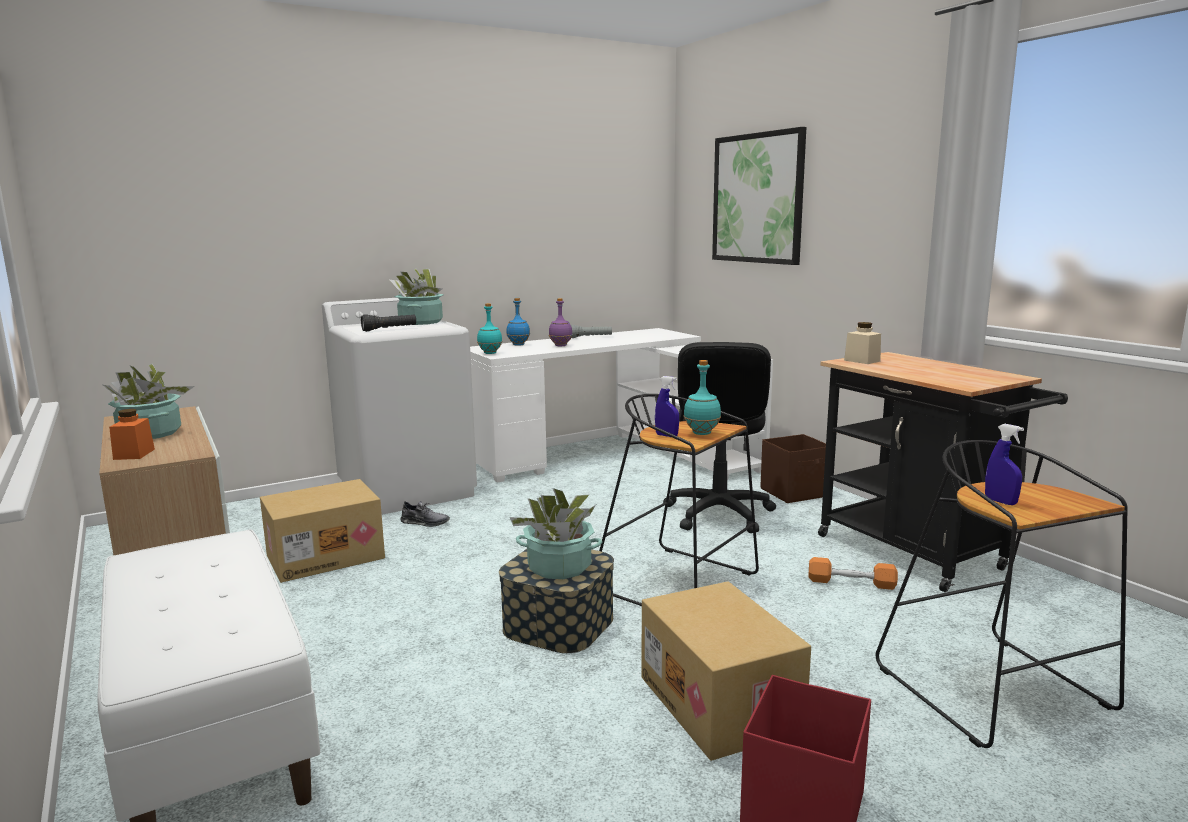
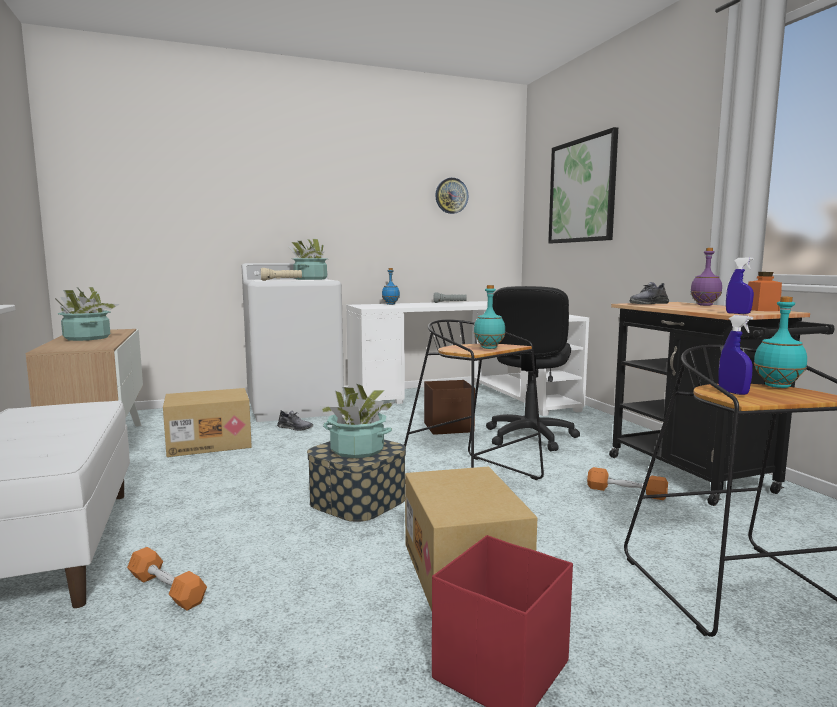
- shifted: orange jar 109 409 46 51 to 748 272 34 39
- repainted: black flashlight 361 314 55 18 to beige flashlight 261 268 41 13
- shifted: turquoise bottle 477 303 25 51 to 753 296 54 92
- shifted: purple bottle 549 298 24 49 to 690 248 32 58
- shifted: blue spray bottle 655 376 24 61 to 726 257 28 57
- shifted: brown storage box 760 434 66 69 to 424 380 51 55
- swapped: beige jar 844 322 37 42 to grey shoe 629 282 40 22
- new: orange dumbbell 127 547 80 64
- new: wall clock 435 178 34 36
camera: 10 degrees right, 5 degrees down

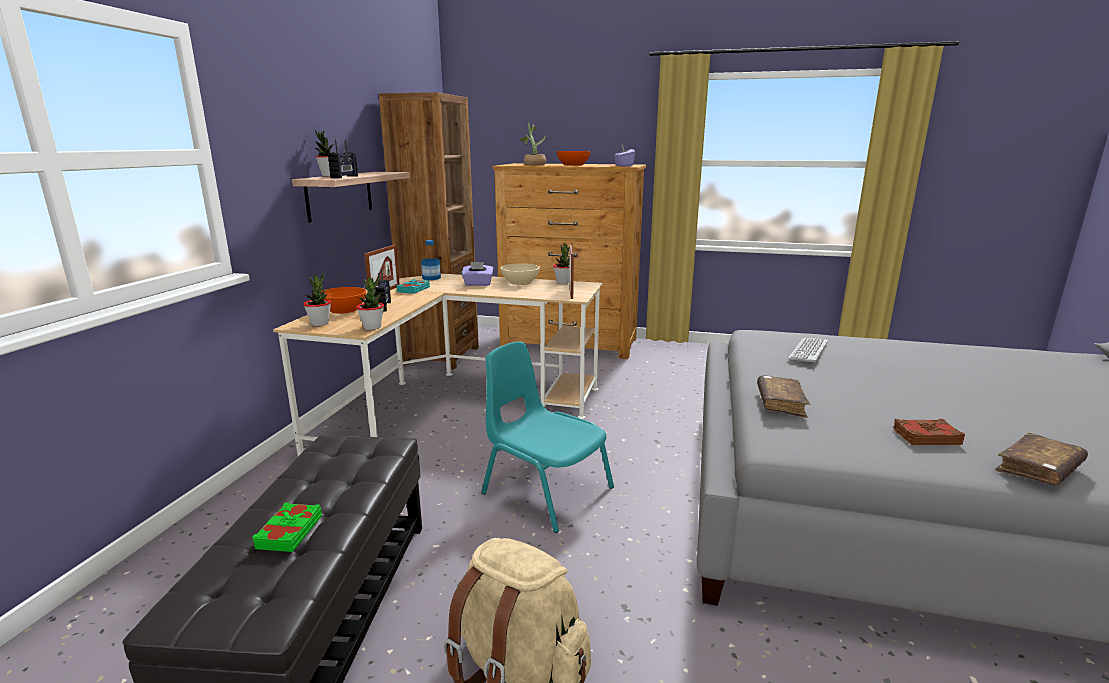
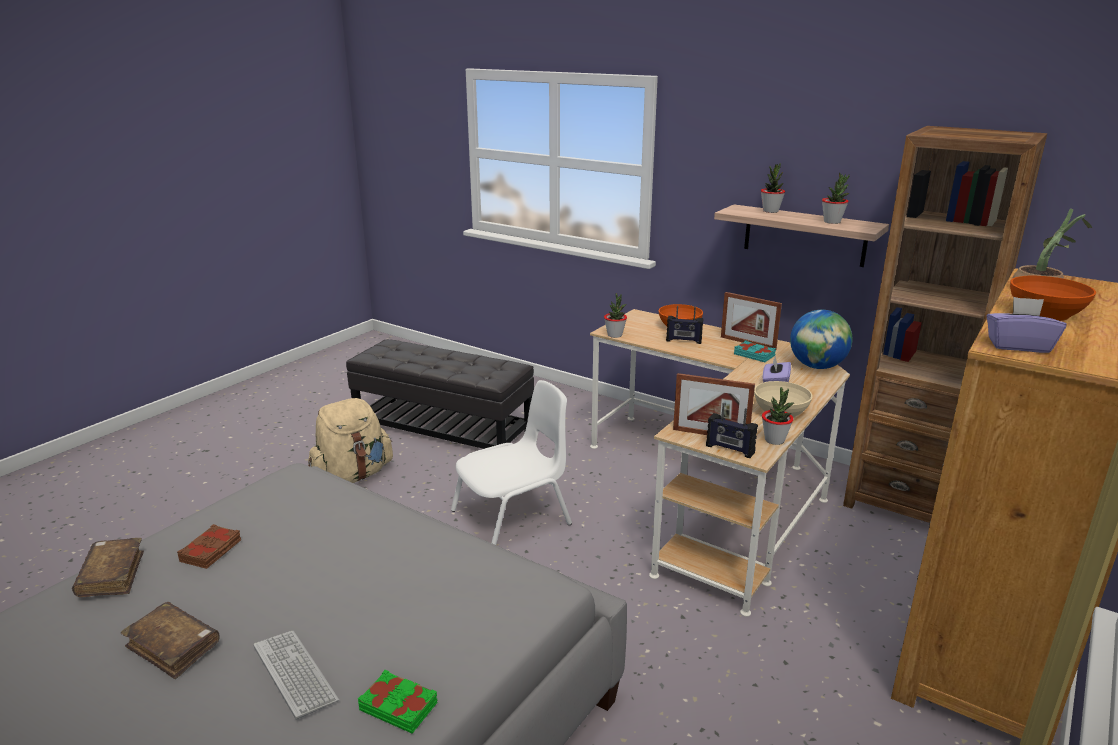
- shifted: green book 252 502 70 50 to 358 670 80 63
- shifted: potted plant 303 273 28 53 to 822 173 28 51
- shifted: radio 328 139 30 39 to 706 403 52 55
- swapped: bottle 421 240 20 40 to globe 790 310 63 59
- repainted: turquoise chair 481 341 133 192 to white chair 451 380 121 165
- shifted: brown book 757 375 53 43 to 121 602 99 77
- shifted: keyboard 788 338 40 25 to 253 631 86 89
camera: 110 degrees right, 5 degrees up

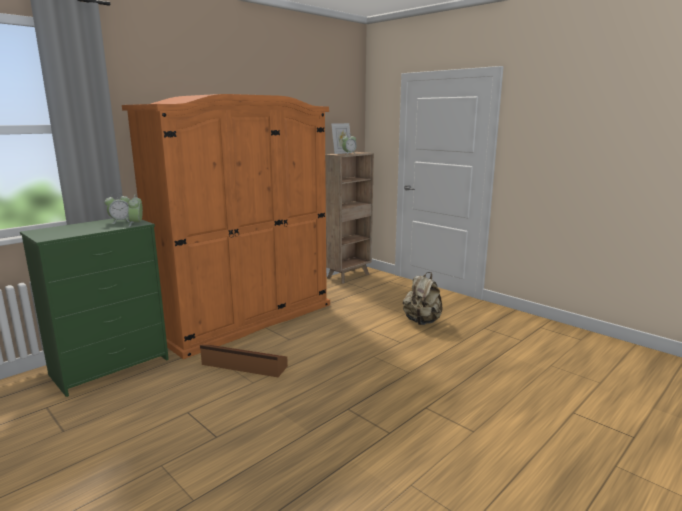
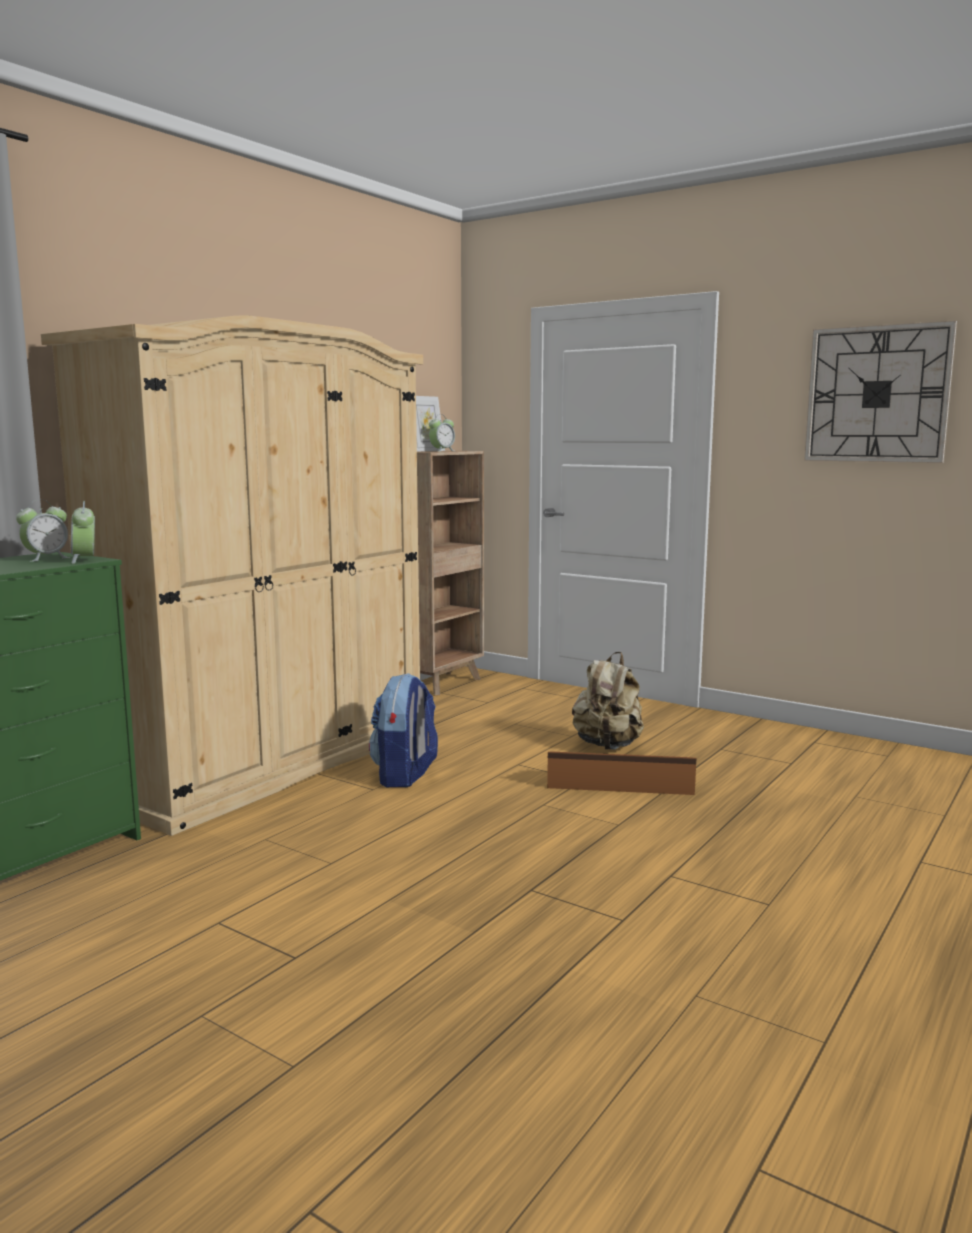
- repainted: orange wardrobe 122 94 208 265 to beige wardrobe 41 315 382 521
- shifted: brown storage box 200 345 88 32 to 547 751 149 44
- new: backpack 369 673 69 114
- new: wall clock 804 321 153 142
camera: 10 degrees left, 5 degrees down

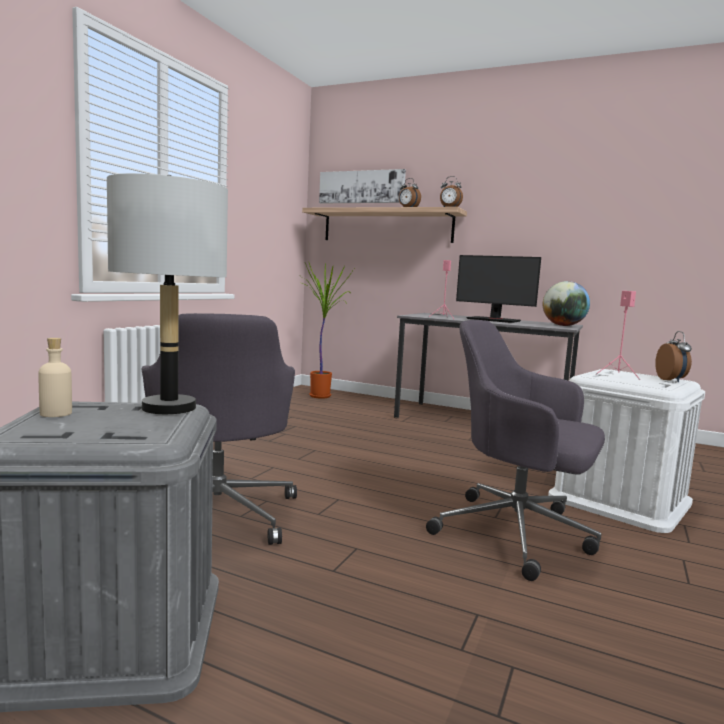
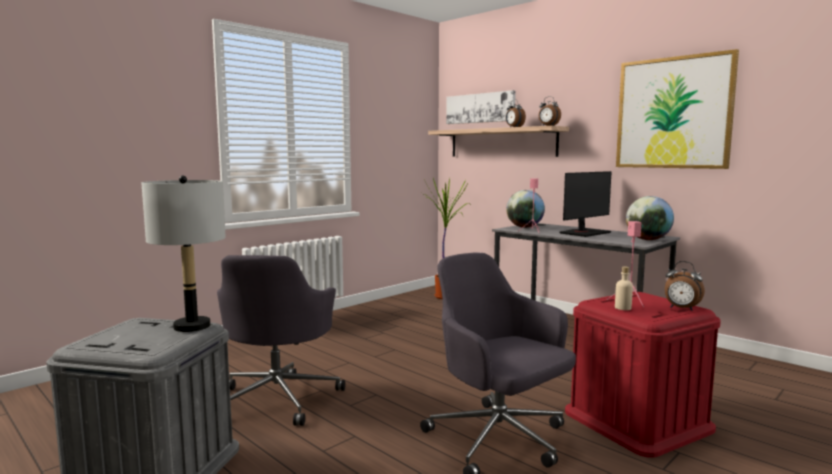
- shifted: beige bottle 38 338 34 79 to 615 266 18 44
- rotated: monitor 456 255 85 68 = 560 171 52 66 90 degrees counterclockwise
- repainted: white storage box 548 369 157 164 to red storage box 565 292 156 166
- rotated: alarm clock 655 331 37 51 = 665 261 40 50 105 degrees clockwise
- new: globe 506 190 39 38
- new: picture 616 49 123 120
camera: 20 degrees right, 0 degrees up

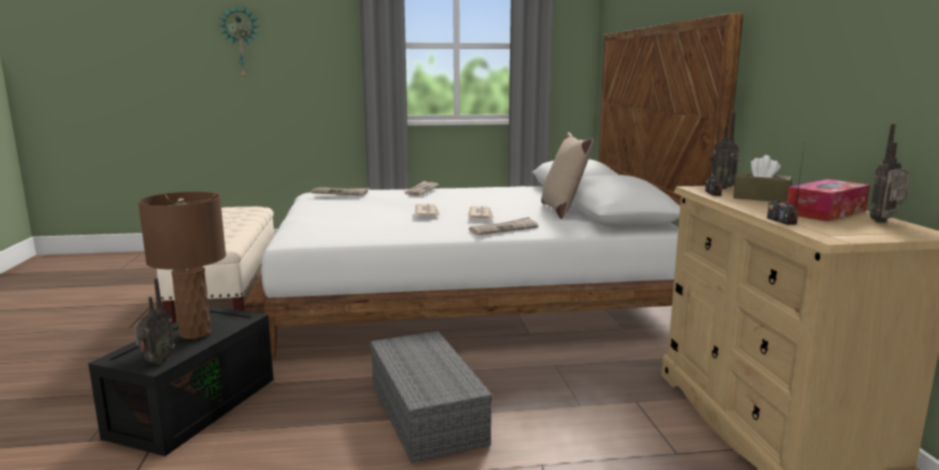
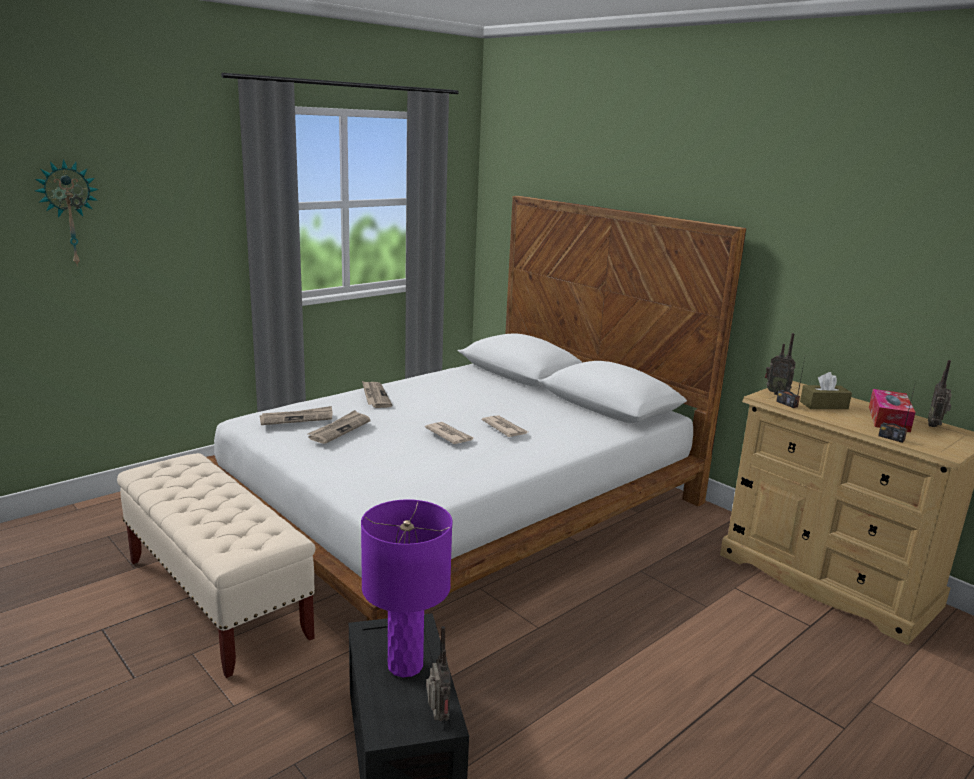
- repainted: brown table lamp 138 191 88 148 to purple table lamp 361 499 92 178
- gone: grey storage box 370 331 122 132
- shifted: newspaper 469 217 69 18 to 308 410 63 34
- gone: beige pillow 541 132 52 87
camera: 35 degrees left, 5 degrees up

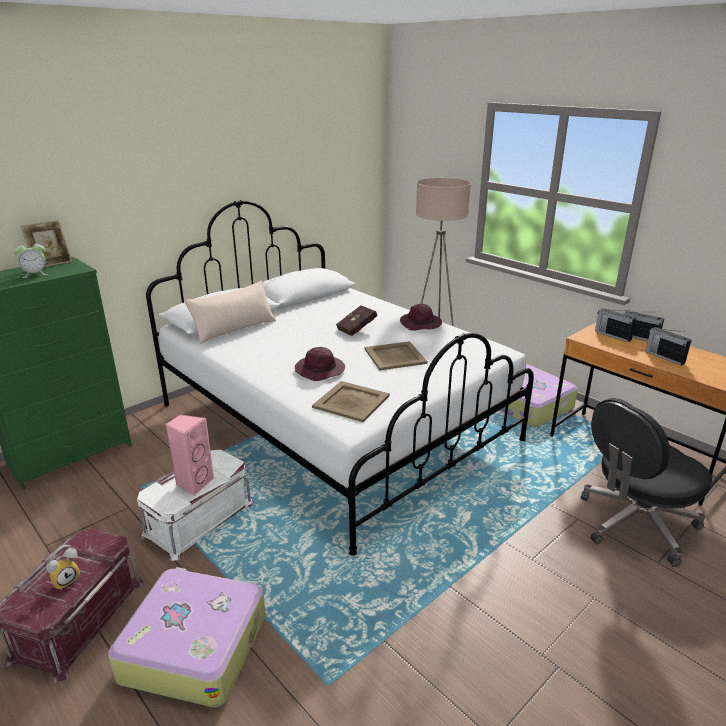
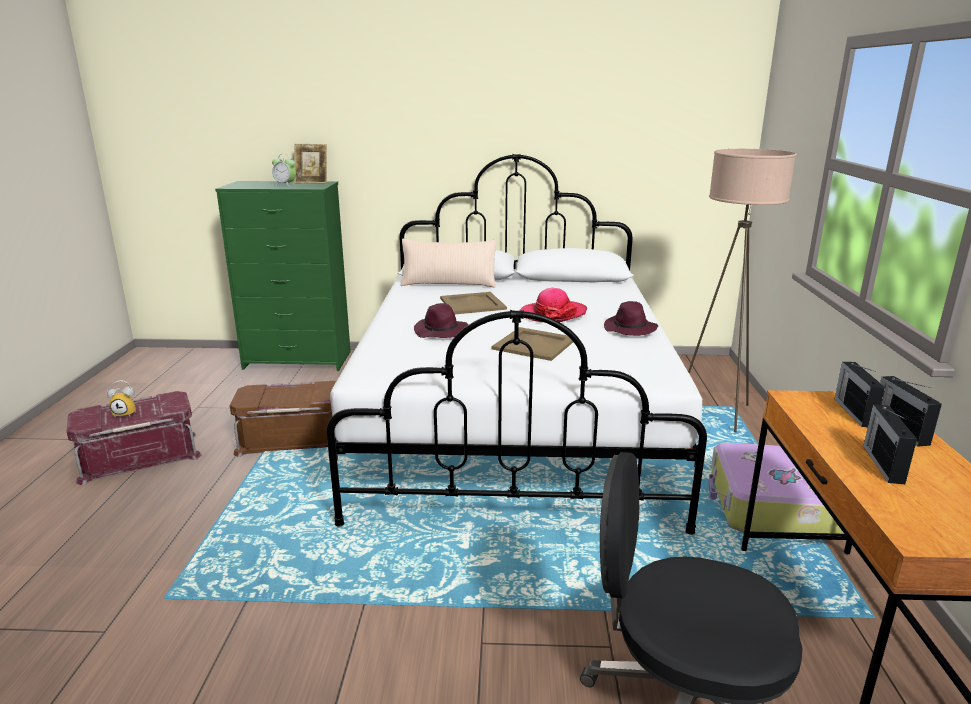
- gone: suitcase 108 567 158 140
- repainted: white storage box 137 450 116 111 to brown storage box 230 381 106 76
- gone: pink speaker 166 414 48 82
- shifted: beige tray 312 381 78 41 to 440 292 67 22
- swapped: red book 336 305 42 31 to hat 519 288 68 34
camera: 45 degrees right, 5 degrees down

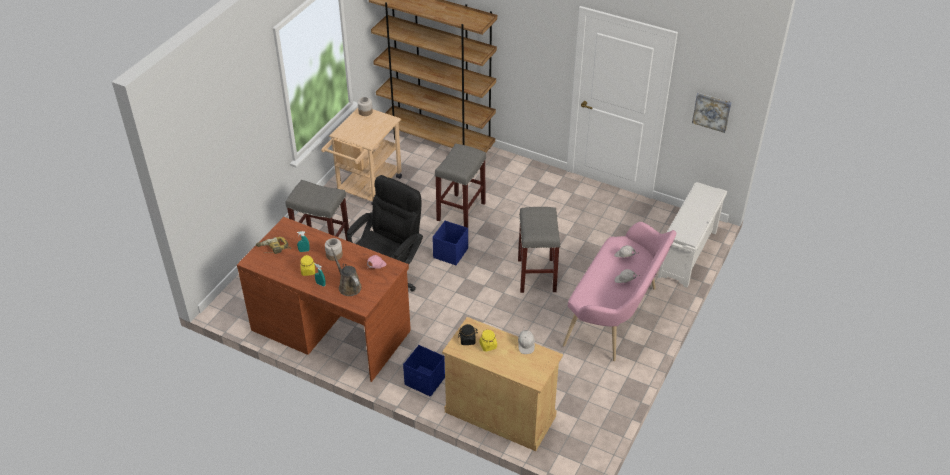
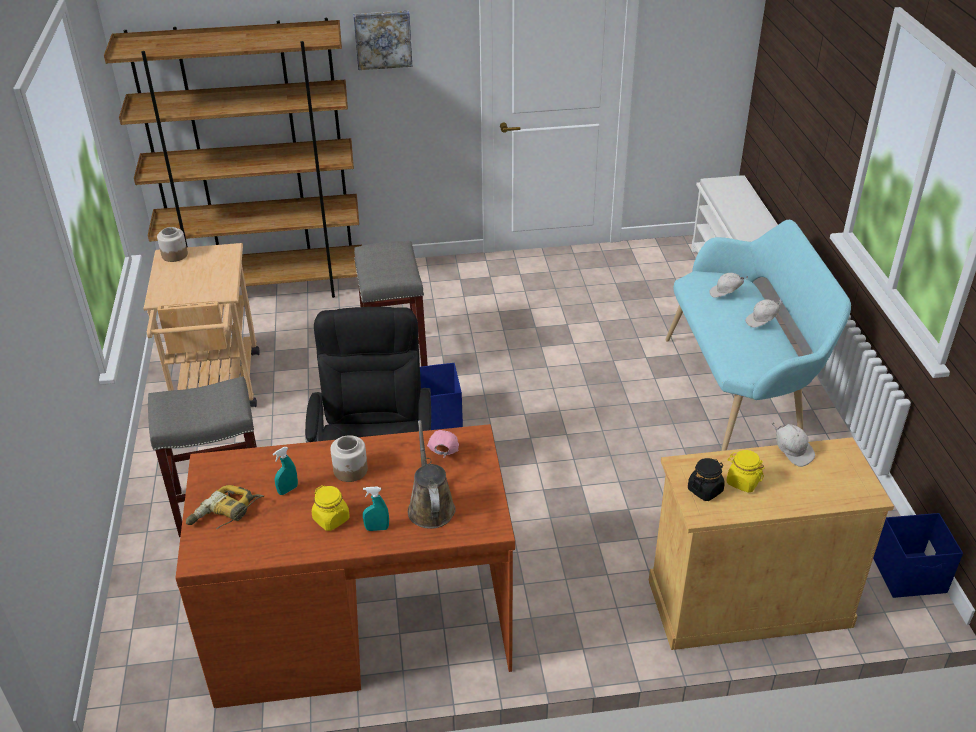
- rotated: brown watering can 331 248 30 48 = 408 420 48 109 60 degrees clockwise
- shifted: blue storage box 403 345 42 52 to 873 513 90 85
- gone: grey stool 518 207 42 86
- repainted: pink bench 563 222 113 139 to turquoise bench 665 220 186 231
- shifted: picture 692 93 40 40 to 353 11 59 59
camera: 35 degrees left, 5 degrees down

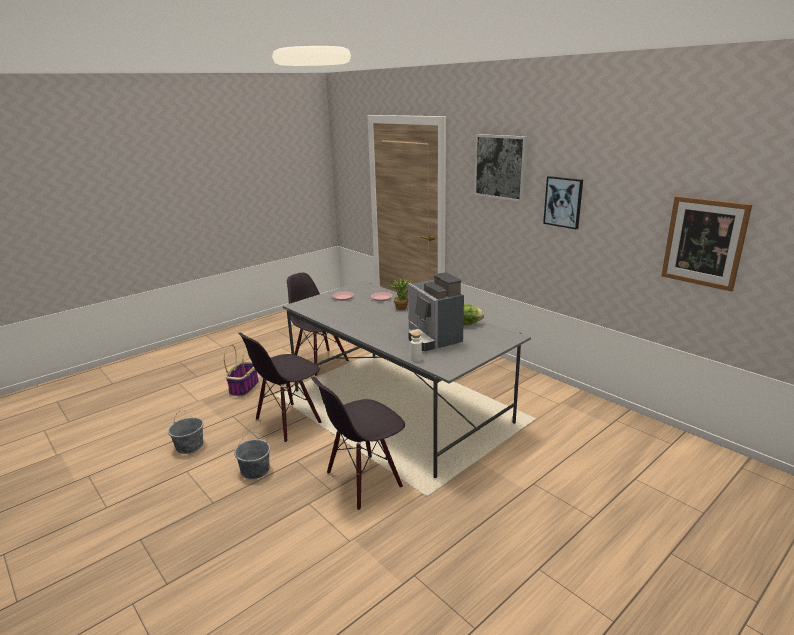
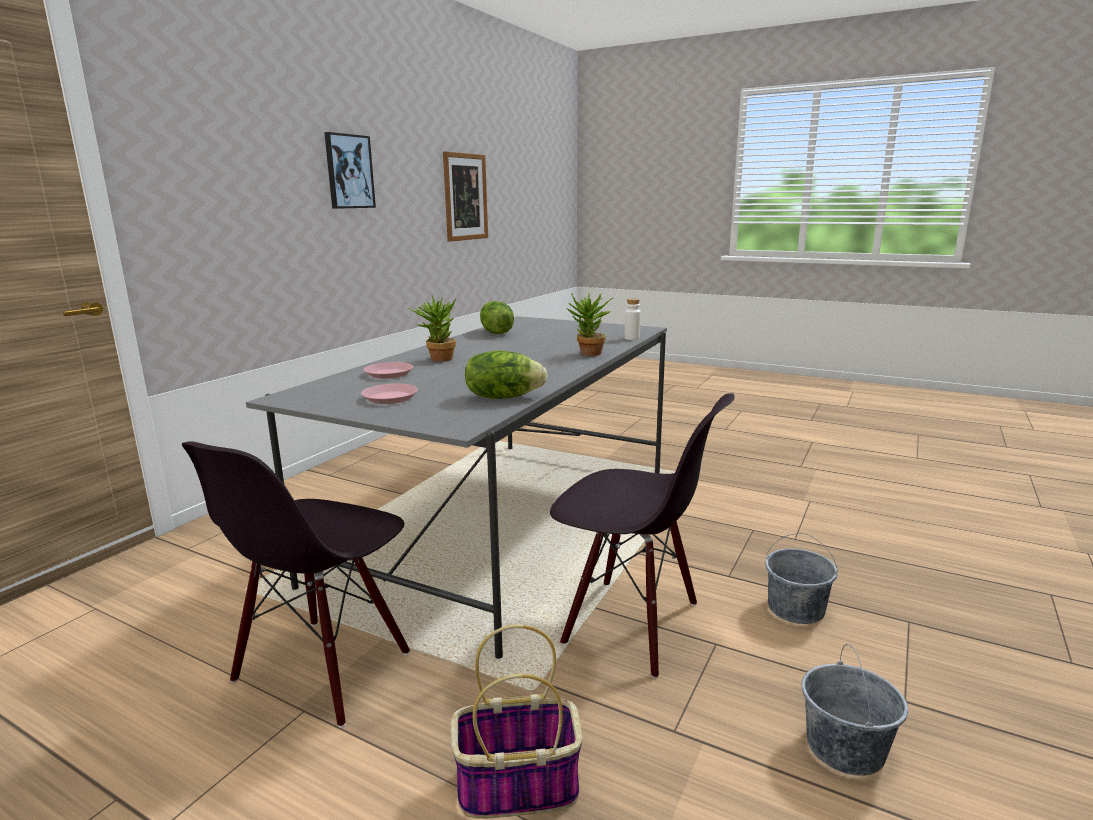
- gone: black chair 311 377 94 134
- gone: coffee machine 408 272 56 79
- gone: picture 474 134 54 68
- new: lettuce 465 350 83 49
- new: potted plant 567 293 46 63
camera: 110 degrees left, 5 degrees down

